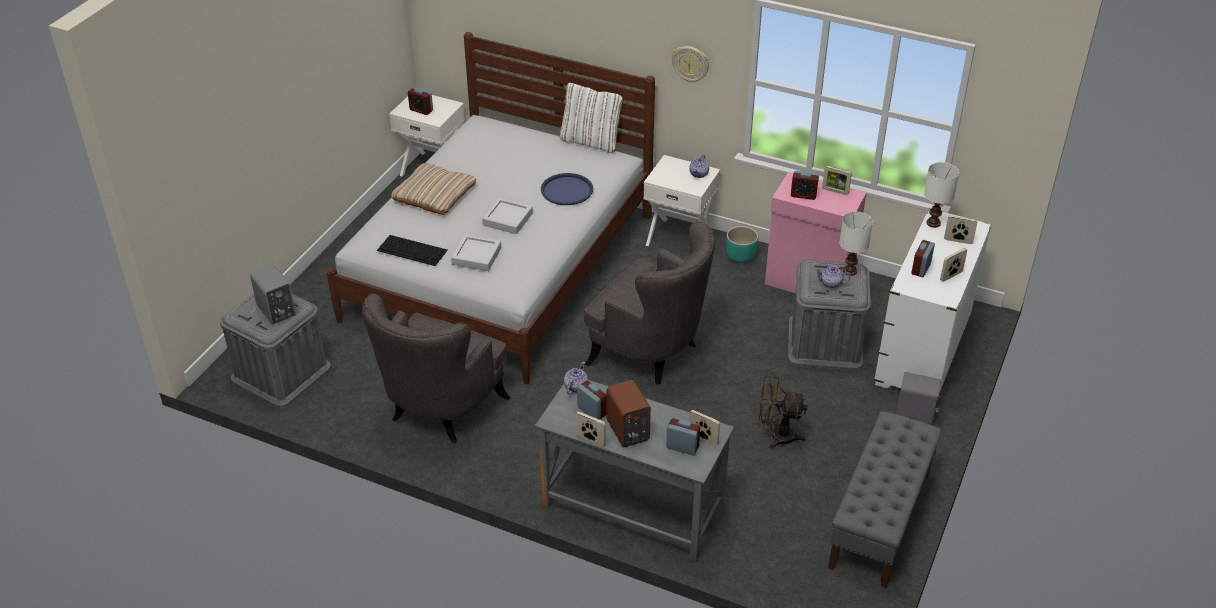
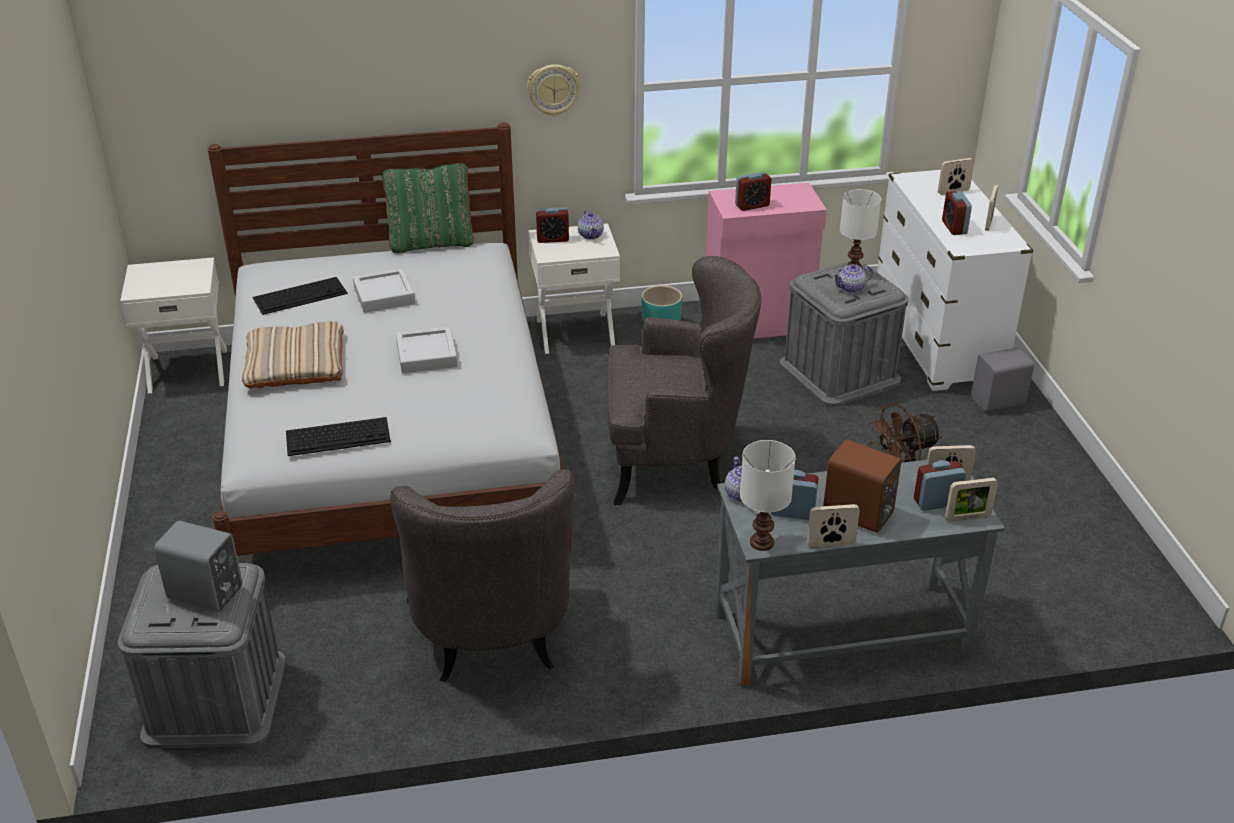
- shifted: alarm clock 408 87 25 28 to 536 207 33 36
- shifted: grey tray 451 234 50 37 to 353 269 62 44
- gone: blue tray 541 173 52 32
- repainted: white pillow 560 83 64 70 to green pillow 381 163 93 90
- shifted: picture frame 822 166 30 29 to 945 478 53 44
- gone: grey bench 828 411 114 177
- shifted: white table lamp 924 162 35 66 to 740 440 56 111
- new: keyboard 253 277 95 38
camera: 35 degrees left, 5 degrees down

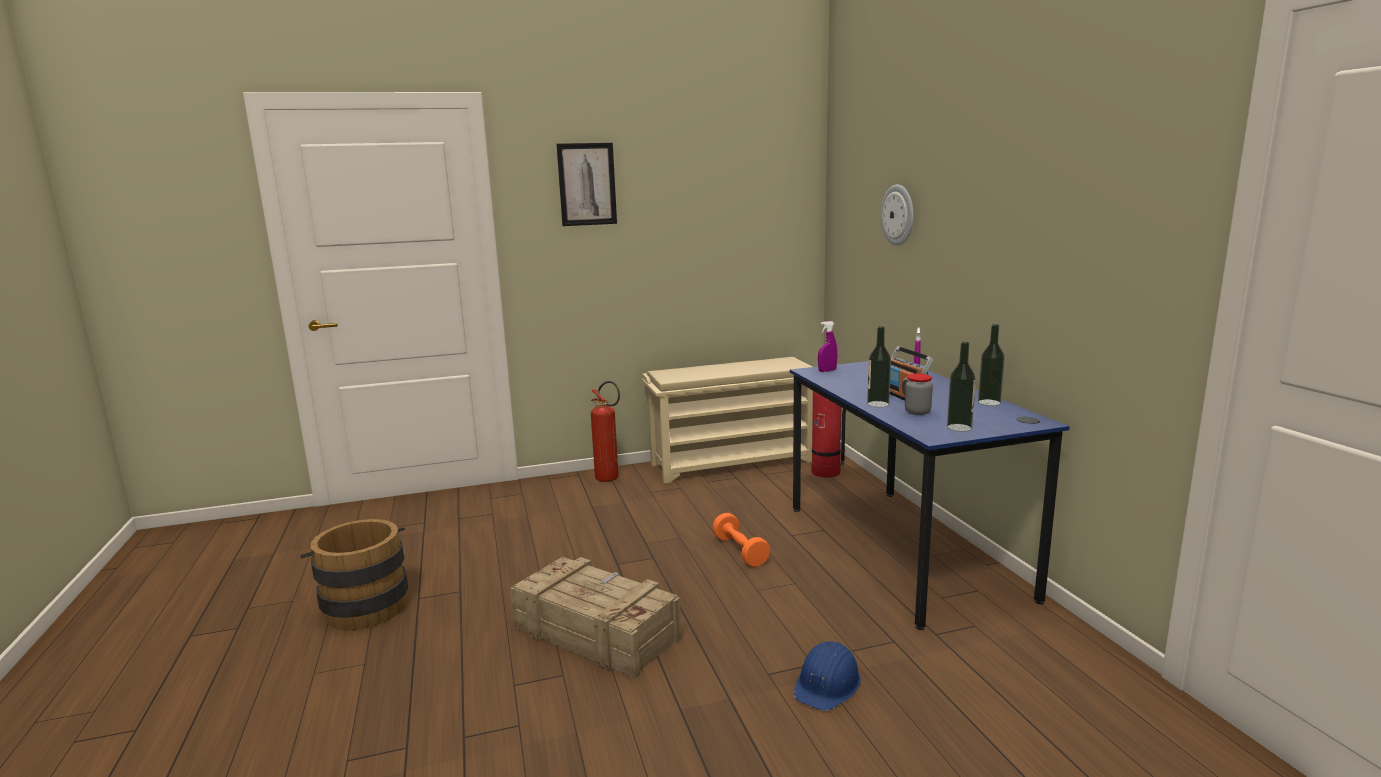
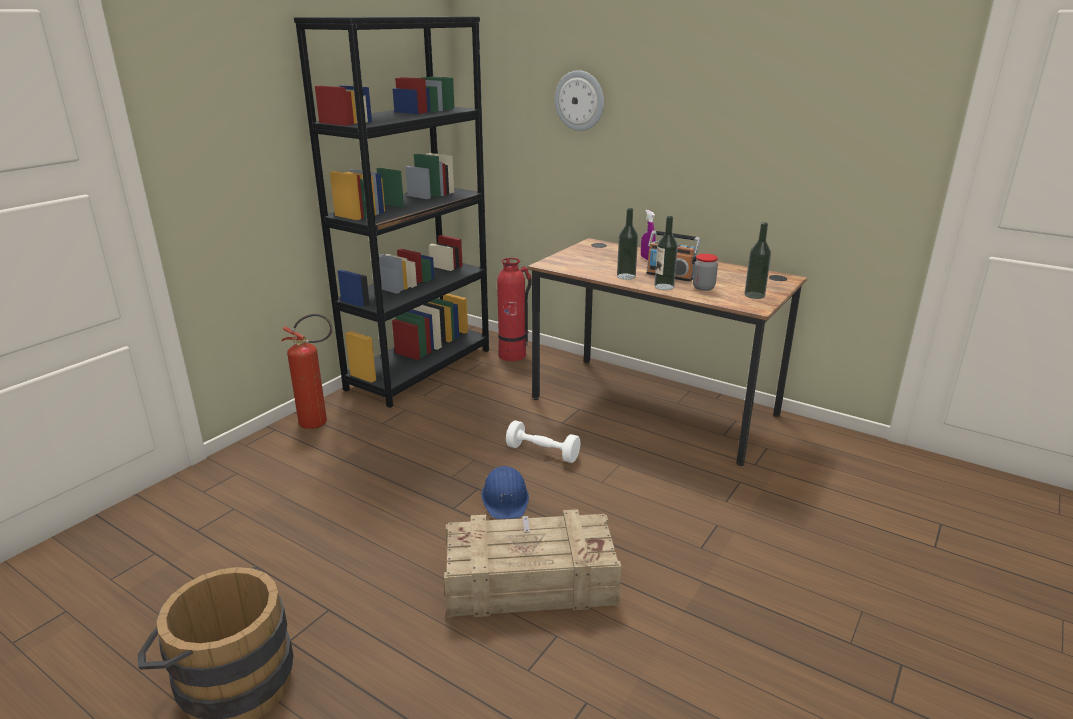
- gone: picture 556 143 61 83
- swapped: beige shoe rack 642 357 171 126 to black bookcase 294 17 195 391
- repainted: orange dumbbell 712 513 58 54 to white dumbbell 506 420 75 43
- repainted: blue desk 790 361 280 269 to brown desk 527 238 280 228
- shifted: blue hard hat 794 641 67 70 to 481 466 48 53
- gone: purple spray bottle 818 321 19 51
- shifted: bottle 978 324 27 82 to 617 208 21 72
camera: 40 degrees left, 10 degrees up

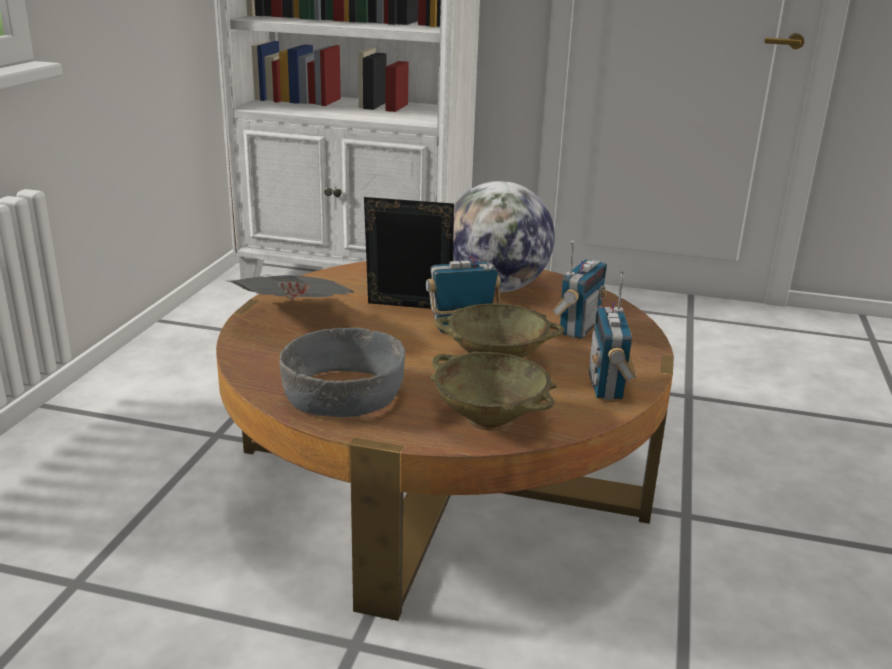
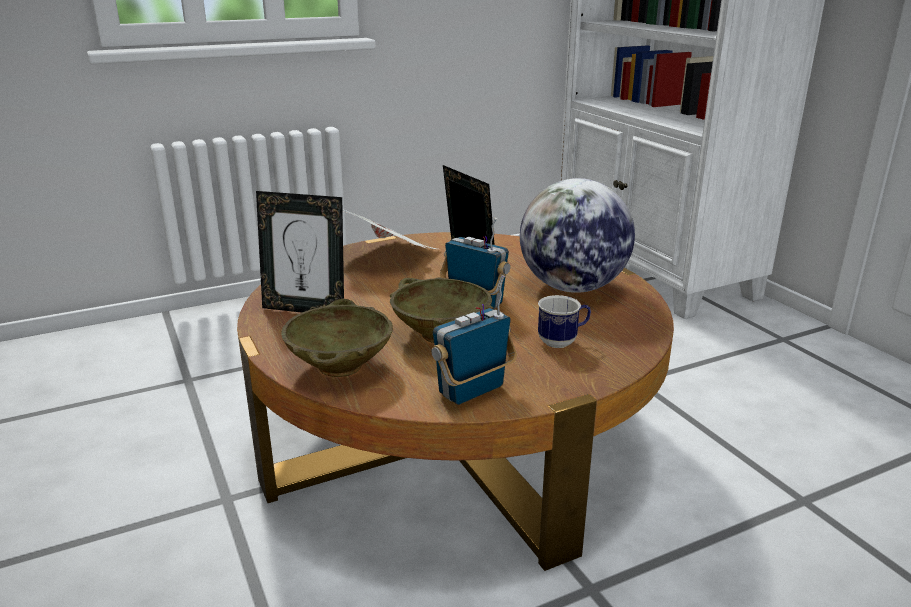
- swapped: grey bowl 279 328 126 89 to picture frame 256 191 88 122
- swapped: radio 552 240 55 99 to mug 538 295 53 53
camera: 50 degrees right, 0 degrees up

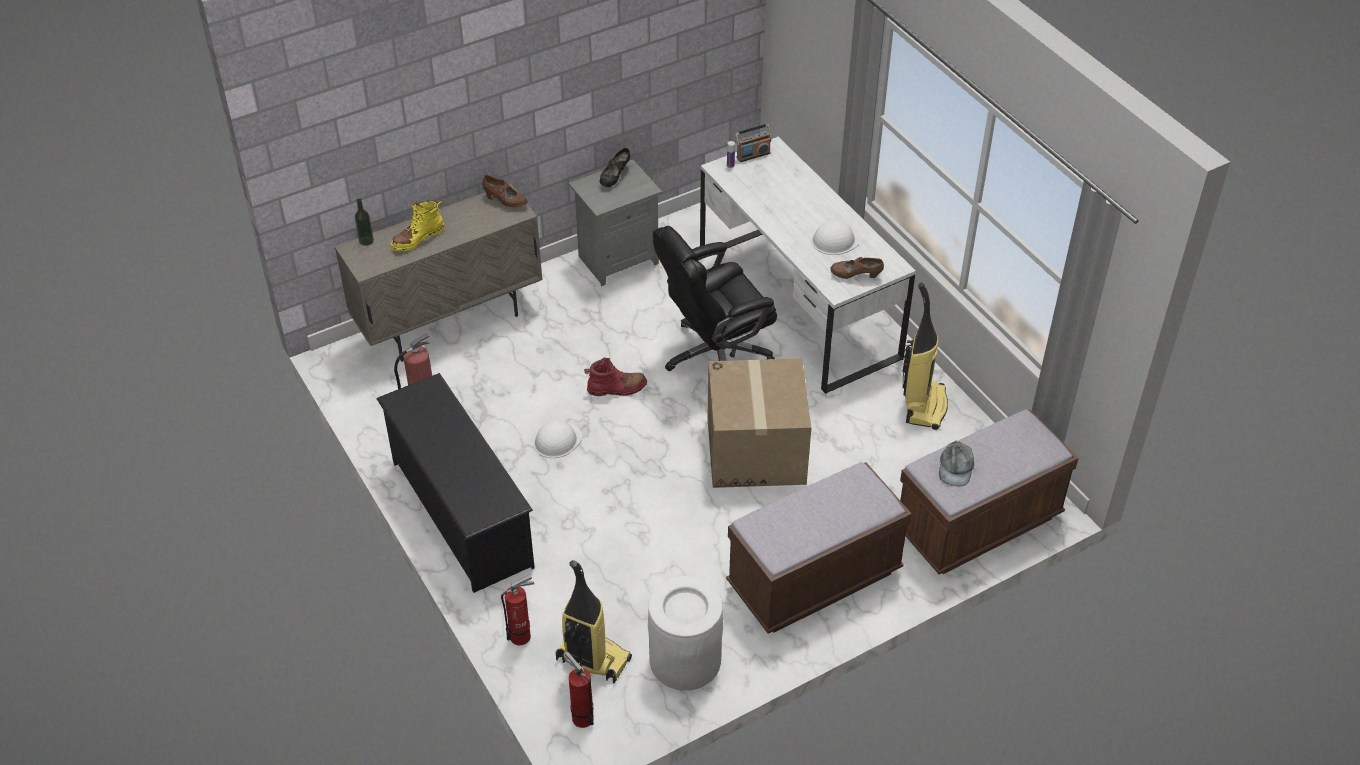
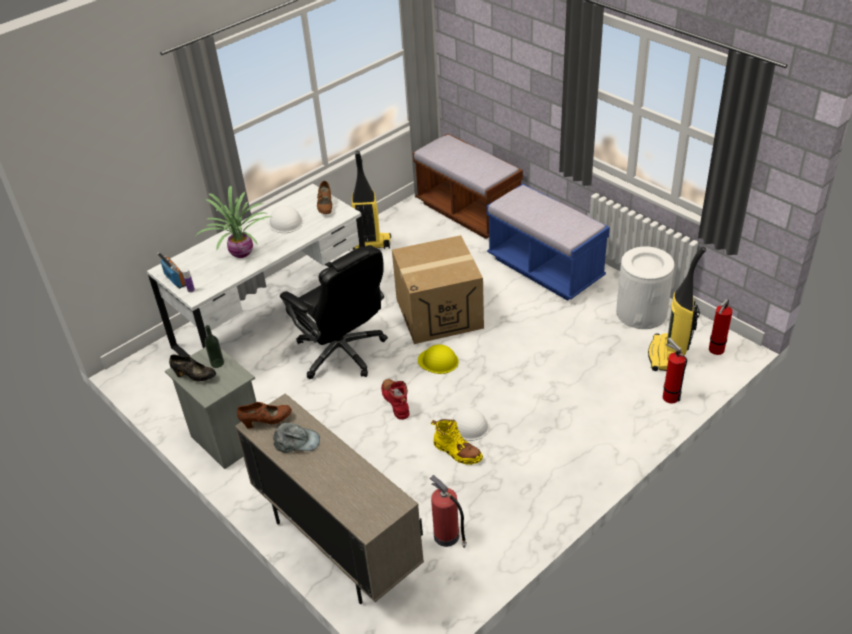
- shifted: bottle 355 198 19 48 to 205 325 19 43
- gone: black shoe rack 376 373 159 220
- shifted: yellow boot 391 199 54 52 to 431 419 52 46
- rotated: brown shoe 482 175 46 32 = 237 402 55 27 60 degrees clockwise
- repainted: brown bench 726 462 186 172 to blue bench 487 184 123 117
- shifted: grey cap 939 441 35 46 to 273 423 47 30
- new: potted plant 196 186 75 72
- new: yellow hard hat 418 344 41 30
camera: 100 degrees left, 5 degrees down

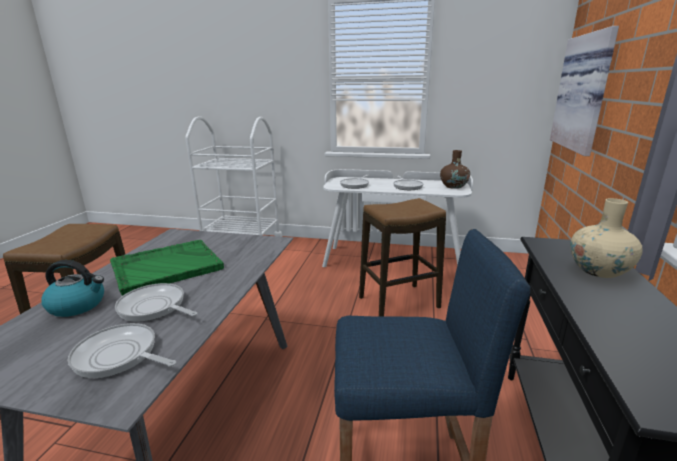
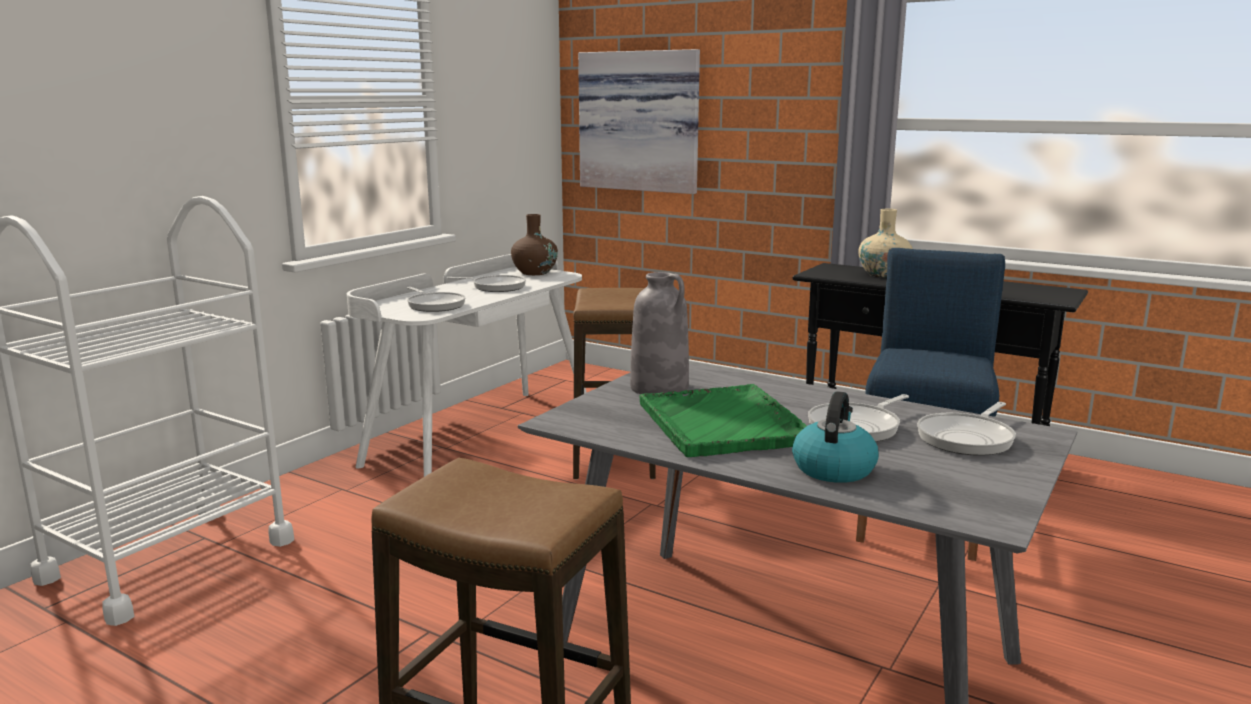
- new: grey vase 630 272 59 124
camera: 70 degrees left, 5 degrees down

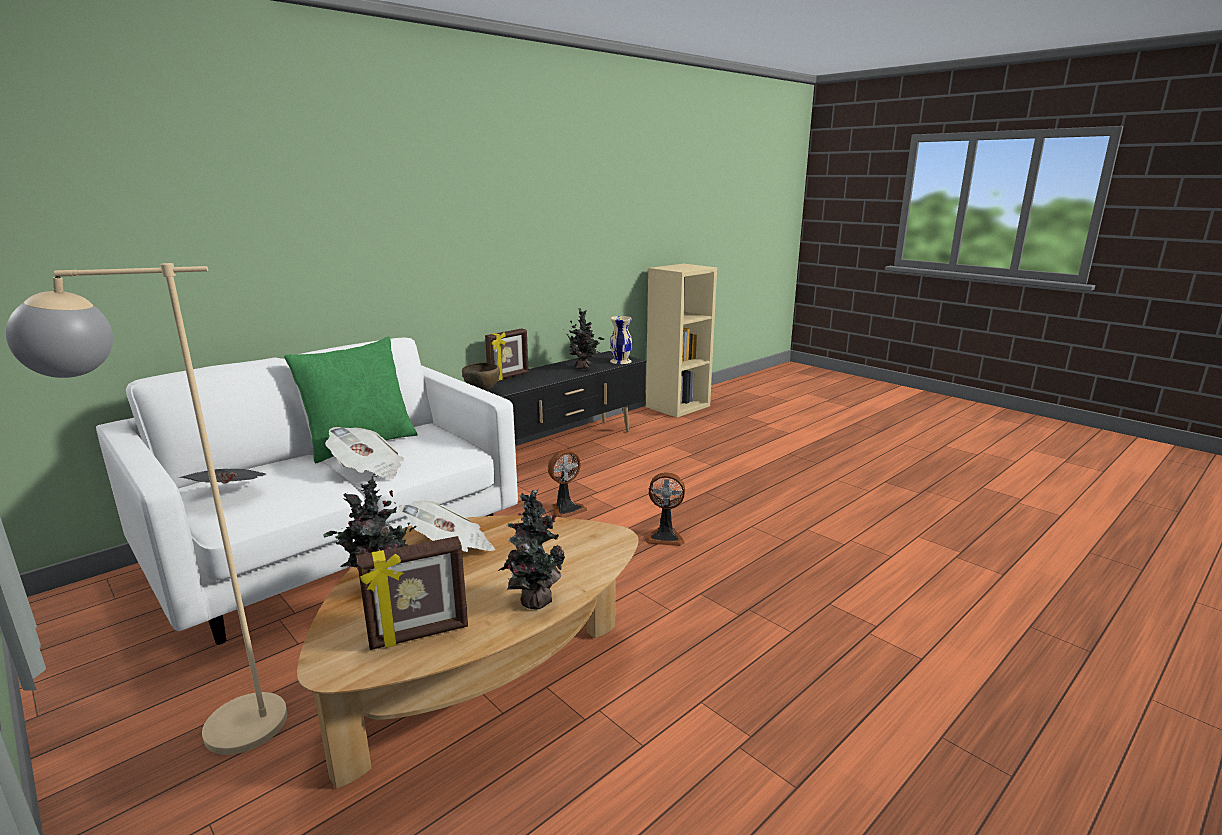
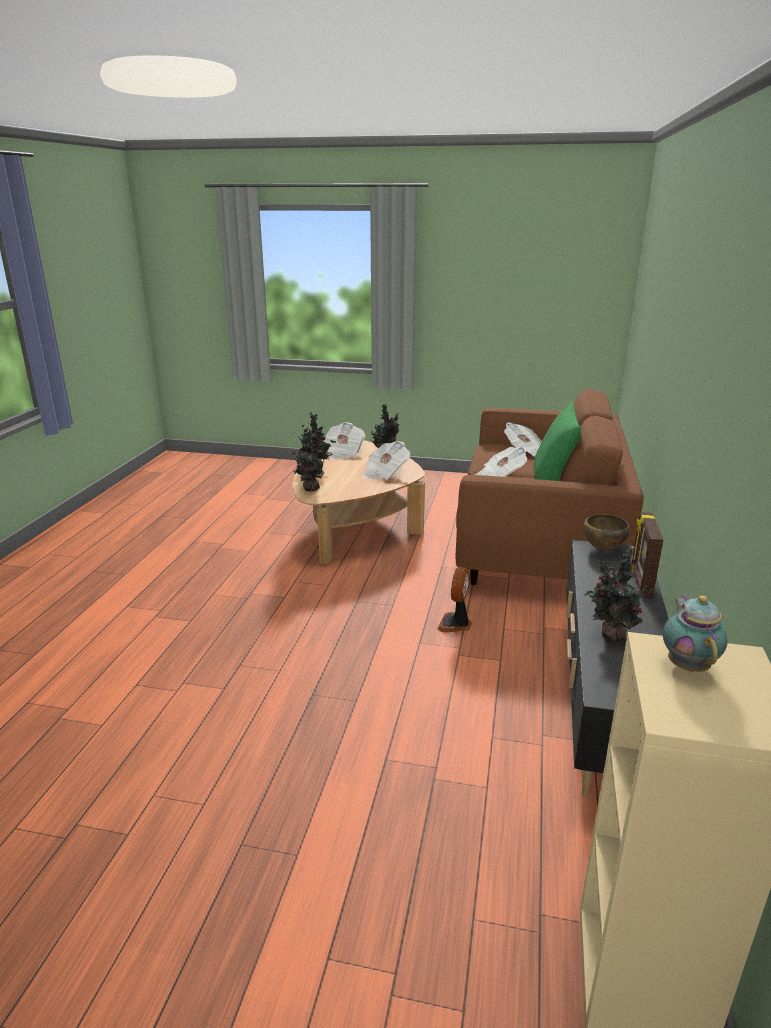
- gone: beige floor lamp 6 263 281 492
- repainted: white sofa 96 337 422 308 to brown sofa 455 389 189 196
- swapped: picture frame 356 536 112 114 to newspaper 323 422 43 38
- gone: beige vase 610 316 22 48
- gone: fan 645 472 40 74
- new: potted plant 290 429 34 62
- new: teapot 663 595 65 77
camera: 145 degrees right, 5 degrees up

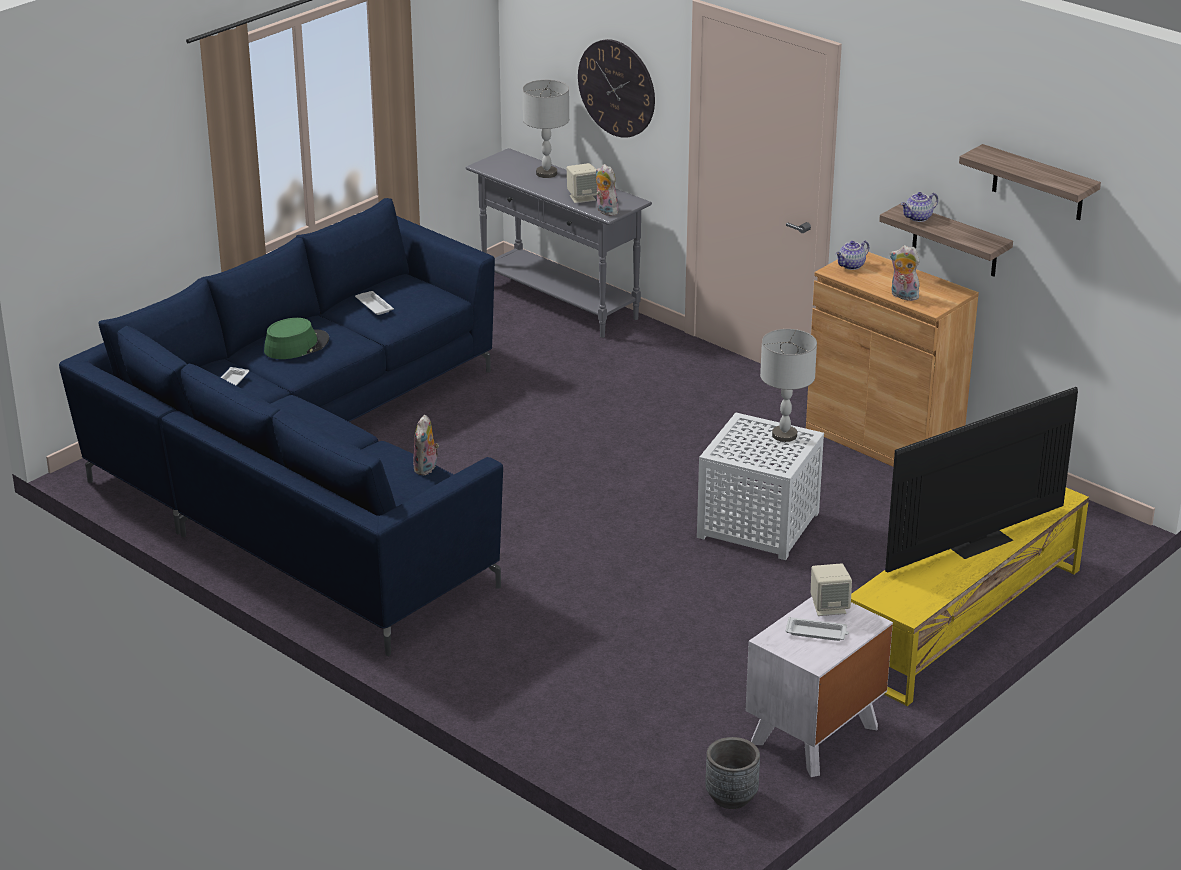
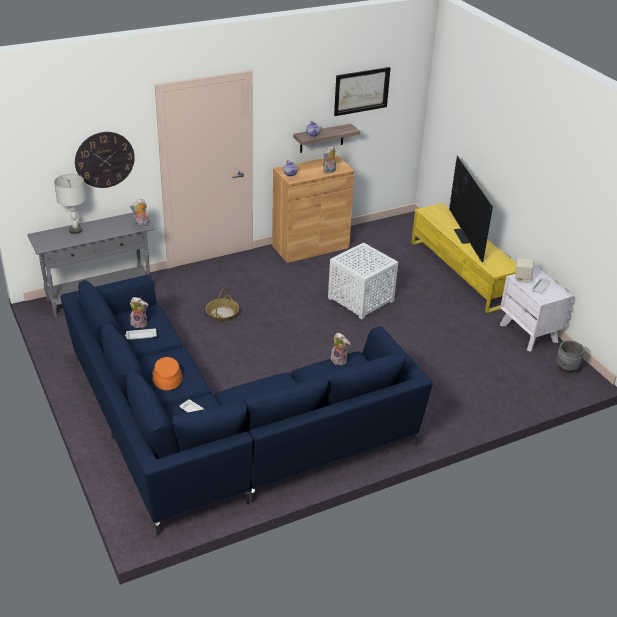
- repainted: green hat 264 318 65 41 to orange hat 152 357 31 33
- gone: beige speaker 567 163 30 40
- gone: grey table lamp 760 329 57 113
- swapped: shelf 959 144 142 76 to picture 334 67 56 49
- new: plush toy 130 297 19 31
- new: basket 206 288 33 33
camera: 70 degrees left, 5 degrees up

